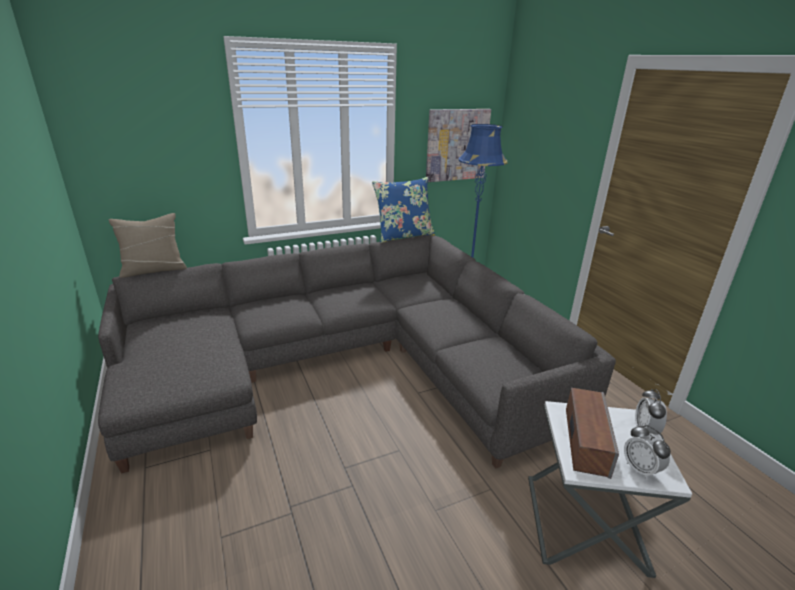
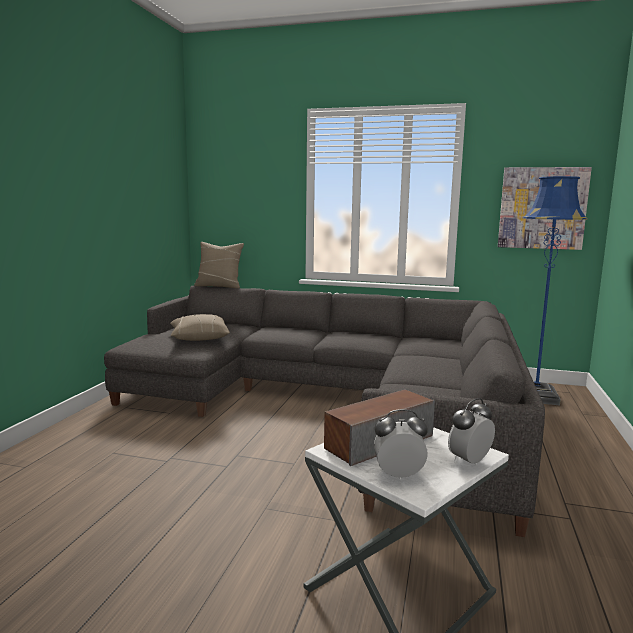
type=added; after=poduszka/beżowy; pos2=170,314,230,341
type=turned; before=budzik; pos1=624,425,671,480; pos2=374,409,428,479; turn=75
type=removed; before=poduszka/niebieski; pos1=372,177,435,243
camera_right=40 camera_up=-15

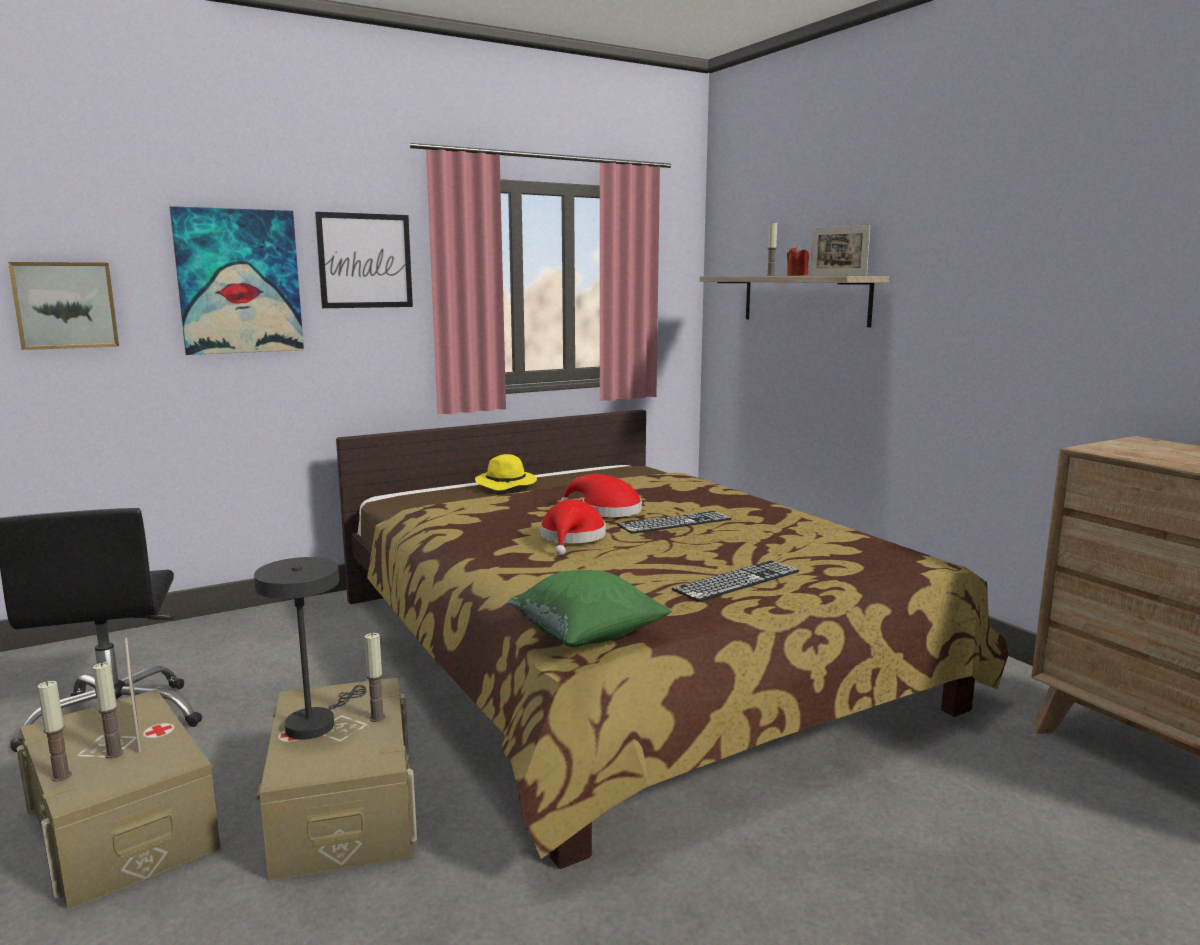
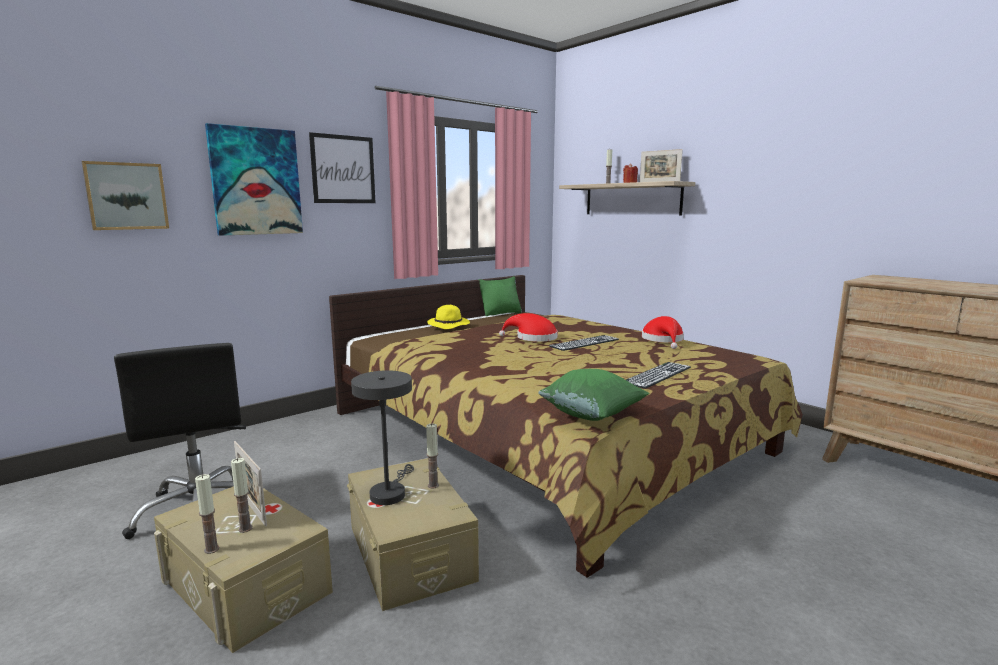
type=added; after=poduszka/zielony; pos2=478,276,522,316
type=moved; before=kapelusz/czerwony; pos1=540,499,606,556; pos2=642,316,684,349
camera_right=-10 camera_up=0

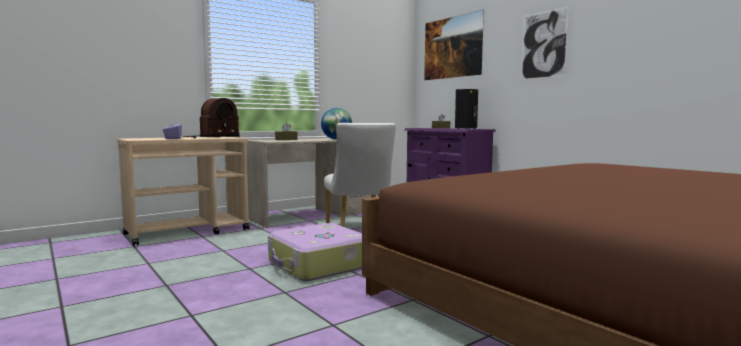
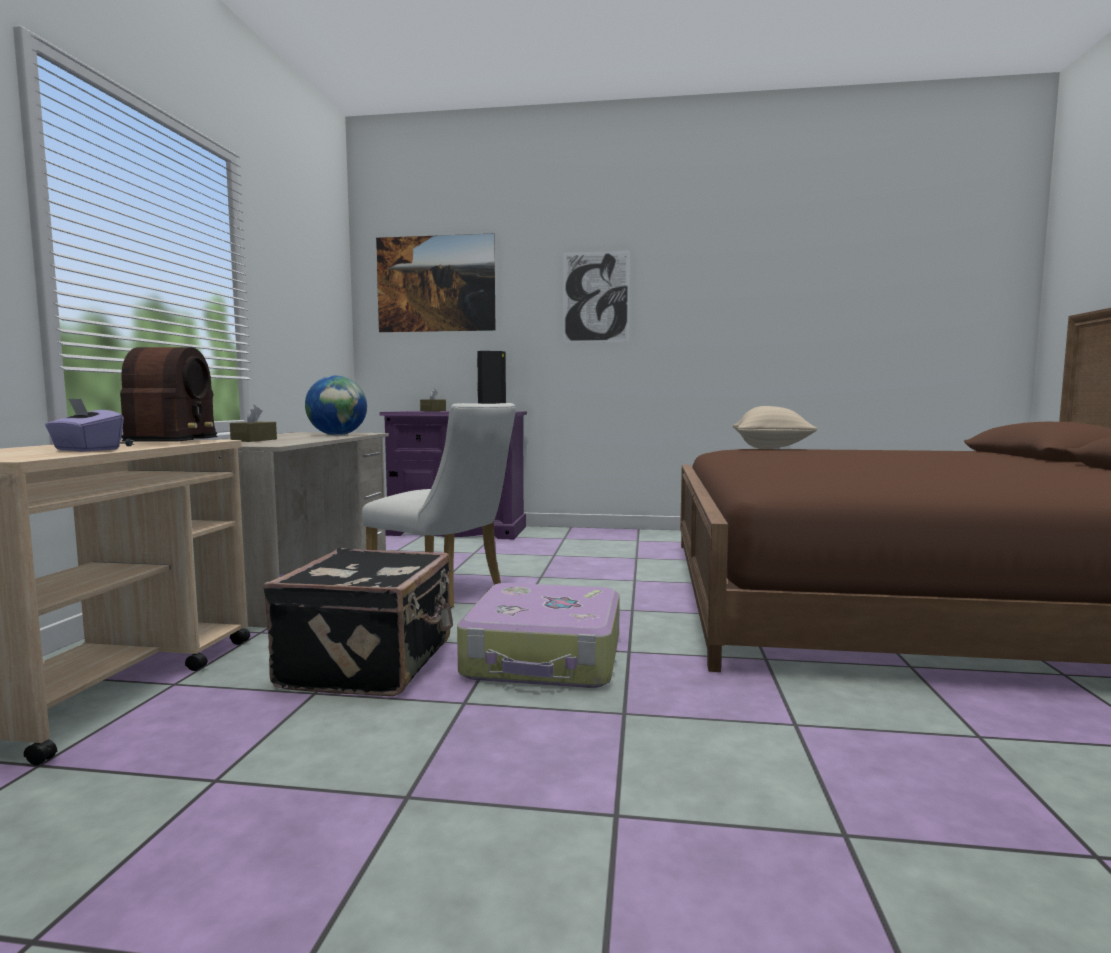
type=added; after=walizka/czarny; pos2=263,548,453,696
type=added; after=poduszka/beżowy; pos2=733,406,817,449
camera_right=-45 camera_up=0

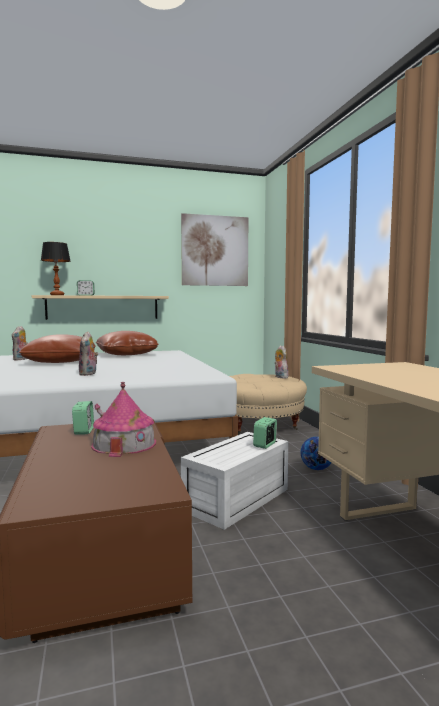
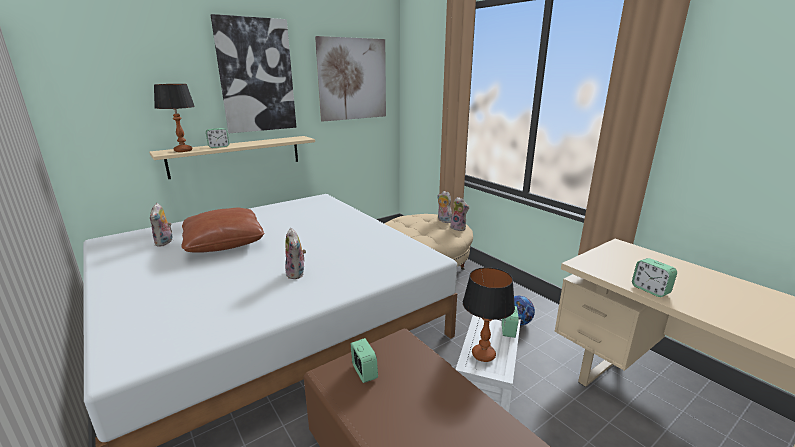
type=added; after=obraz; pos2=211,14,296,133
type=added; after=pluszak; pos2=450,197,469,231
type=added; after=lampa stołowa; pos2=463,267,515,362
type=added; after=budzik; pos2=632,258,677,297
type=removed; before=domek; pos1=91,382,156,457
type=removed; before=poduszka/brązowy; pos1=96,331,159,355
camera_right=-20 camera_up=15

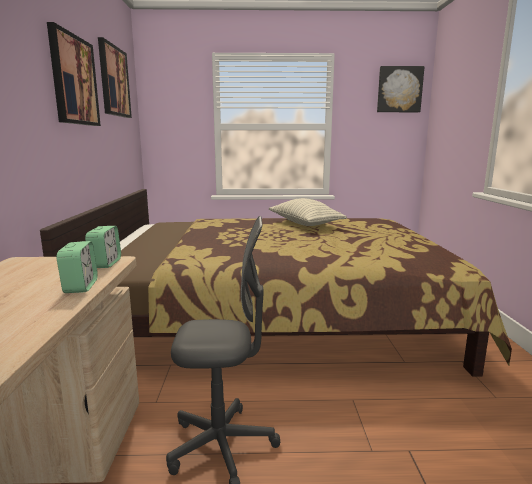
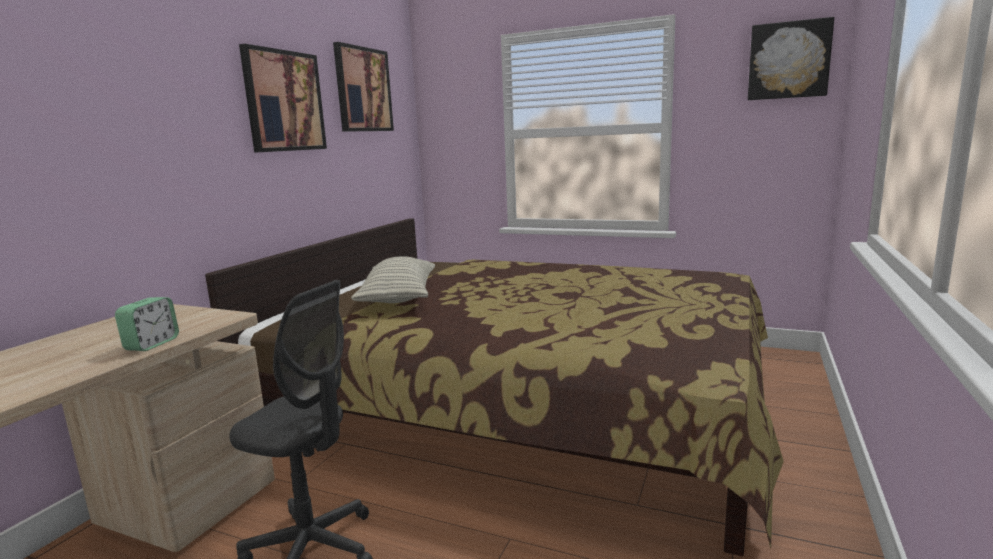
type=moved; before=poduszka; pos1=268,198,347,226; pos2=351,257,435,303
type=removed; before=budzik; pos1=85,226,121,268
camera_right=25 camera_up=0

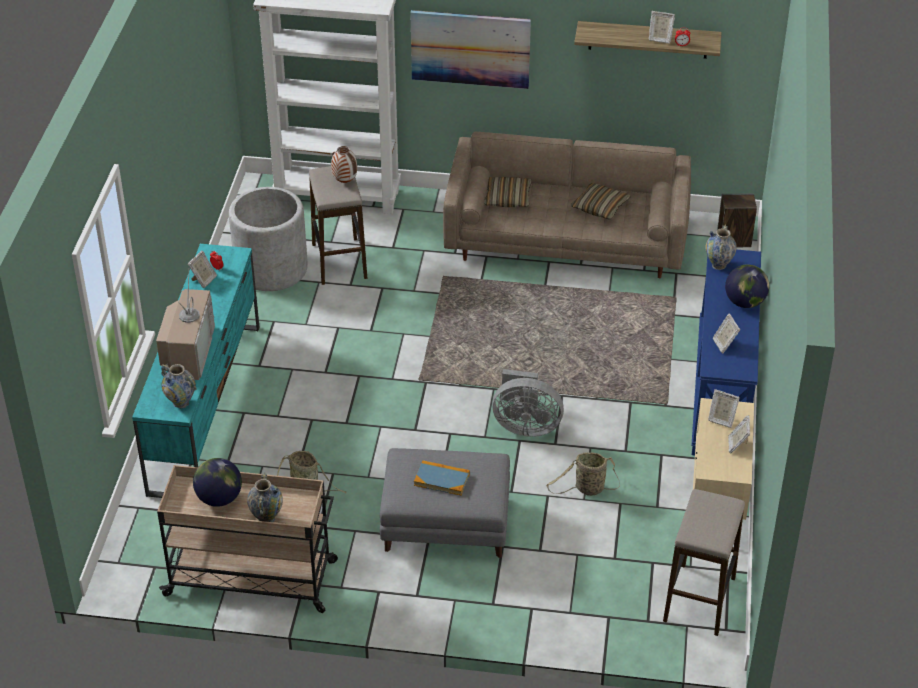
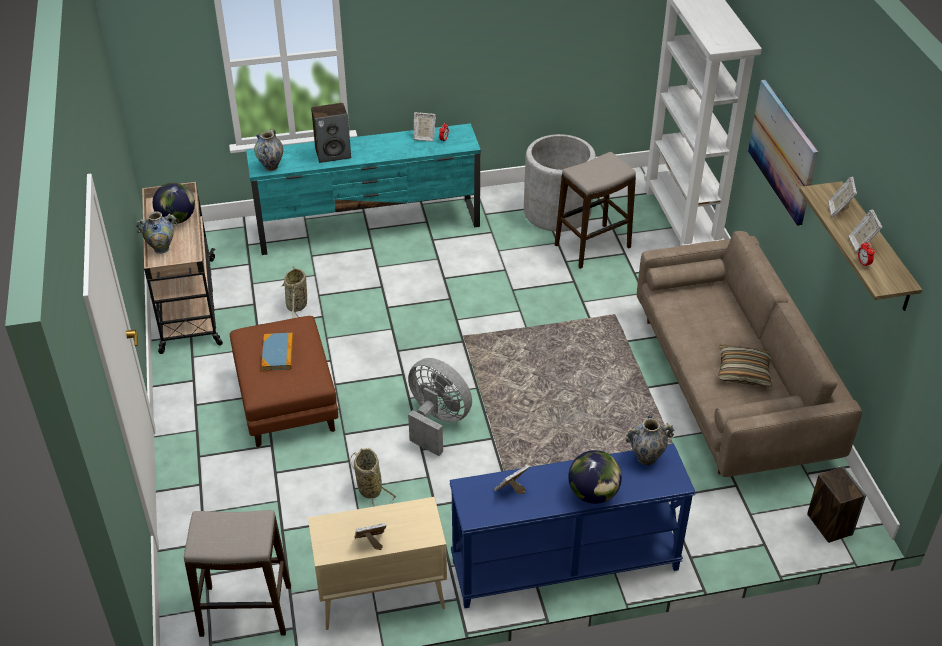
type=recoloured; before=pufa/szary; after=pufa/brązowy; pos1=380,448,510,558; pos2=230,316,338,447
type=replaced; before=telewizor; after=głośnik; pos1=156,275,215,380; pos2=311,103,351,163
type=turned; before=wentylator/szary; pos1=492,369,564,437; pos2=408,358,472,456; turn=135
type=moved; before=ramka na zdjęcie; pos1=708,389,740,428; pos2=828,177,857,217
type=removed; before=wazon; pos1=331,146,357,183
type=removed; before=poduszka; pos1=484,177,532,207
camera_right=70 camera_up=0

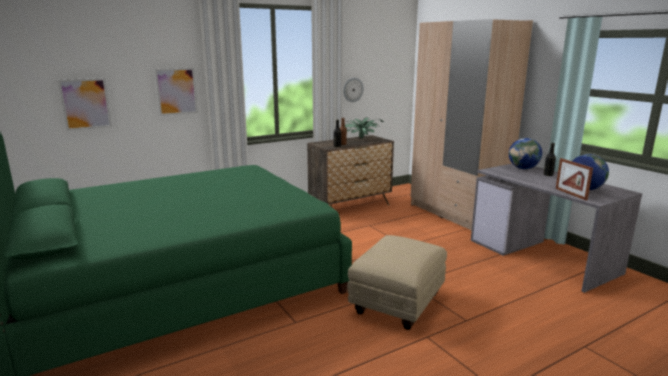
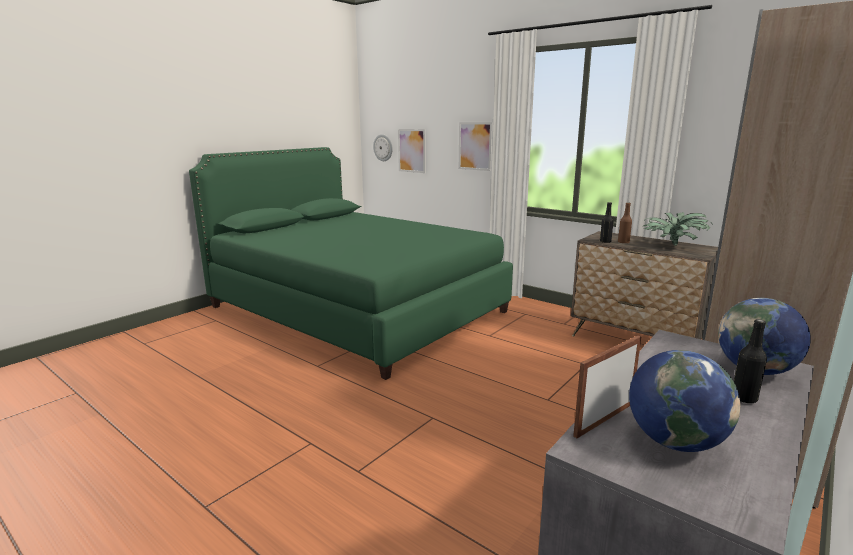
type=moved; before=zegar ścienny; pos1=343,77,364,102; pos2=373,134,393,161
type=removed; before=pufa/beżowy; pos1=347,235,447,330
camera_right=70 camera_up=0

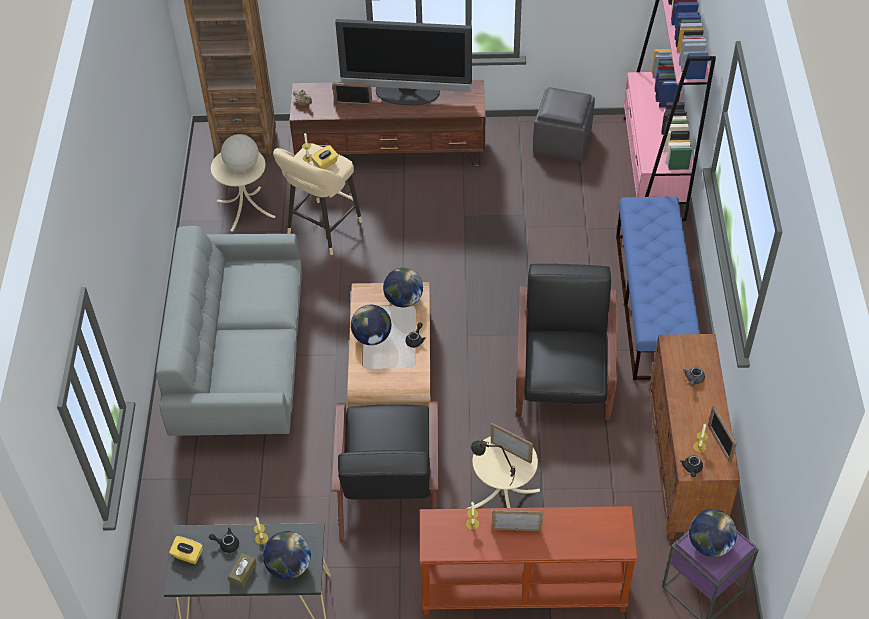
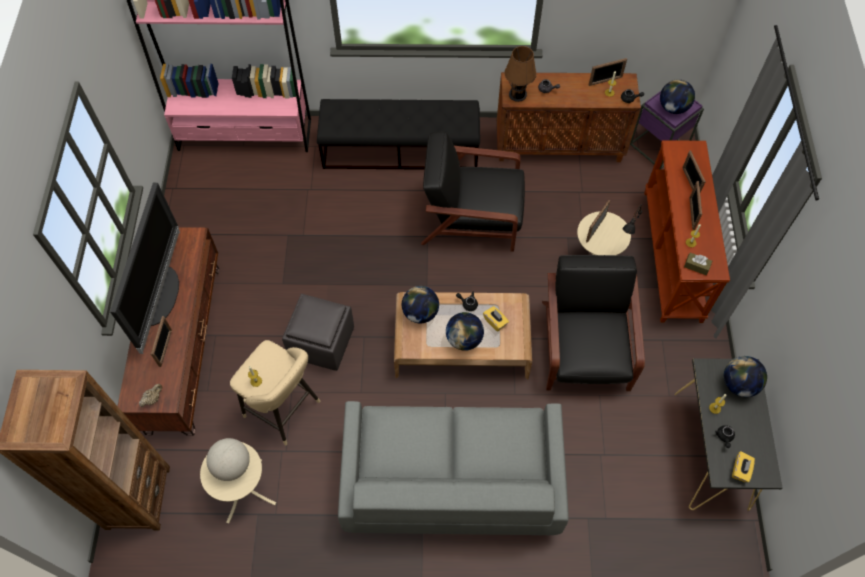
type=moved; before=pufa/szary; pos1=533,87,595,161; pos2=282,294,354,371
type=recoloured; before=ławka/niebieski; after=ławka/czarny; pos1=616,196,700,380; pos2=317,99,480,170
type=moved; before=pudełko chusteczek/żółty; pos1=311,145,339,169; pos2=483,306,509,332
type=added; after=lampa stołowa/brązowy; pos2=504,46,536,102
type=turned; before=fotel/czarny; pos1=331,401,439,540; pos2=542,255,645,391; turn=-90
type=added; after=ramka na zdjęcie; pos2=682,150,706,193
type=moved; before=pudełko chusteczek/brązowy; pos1=228,553,257,588; pos2=684,253,712,275
camera_right=-90 camera_up=10

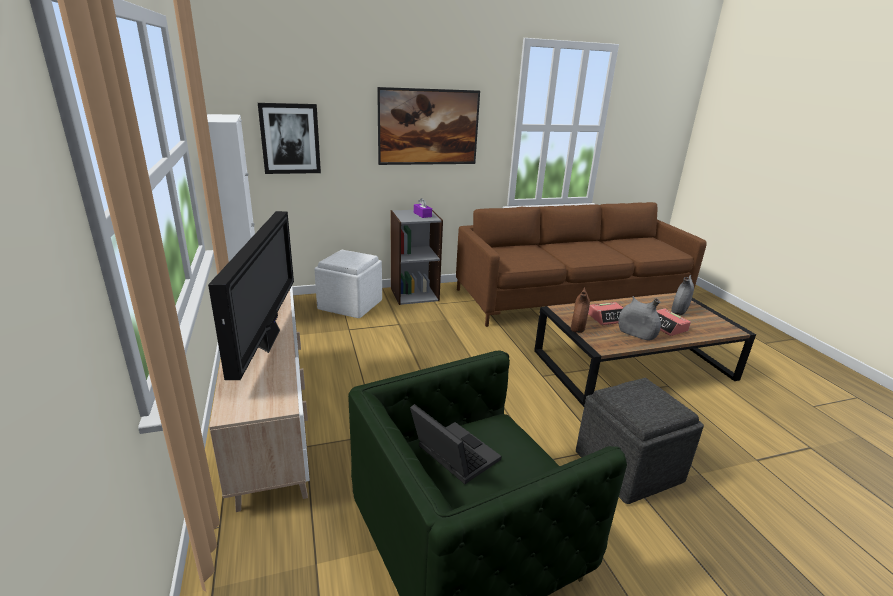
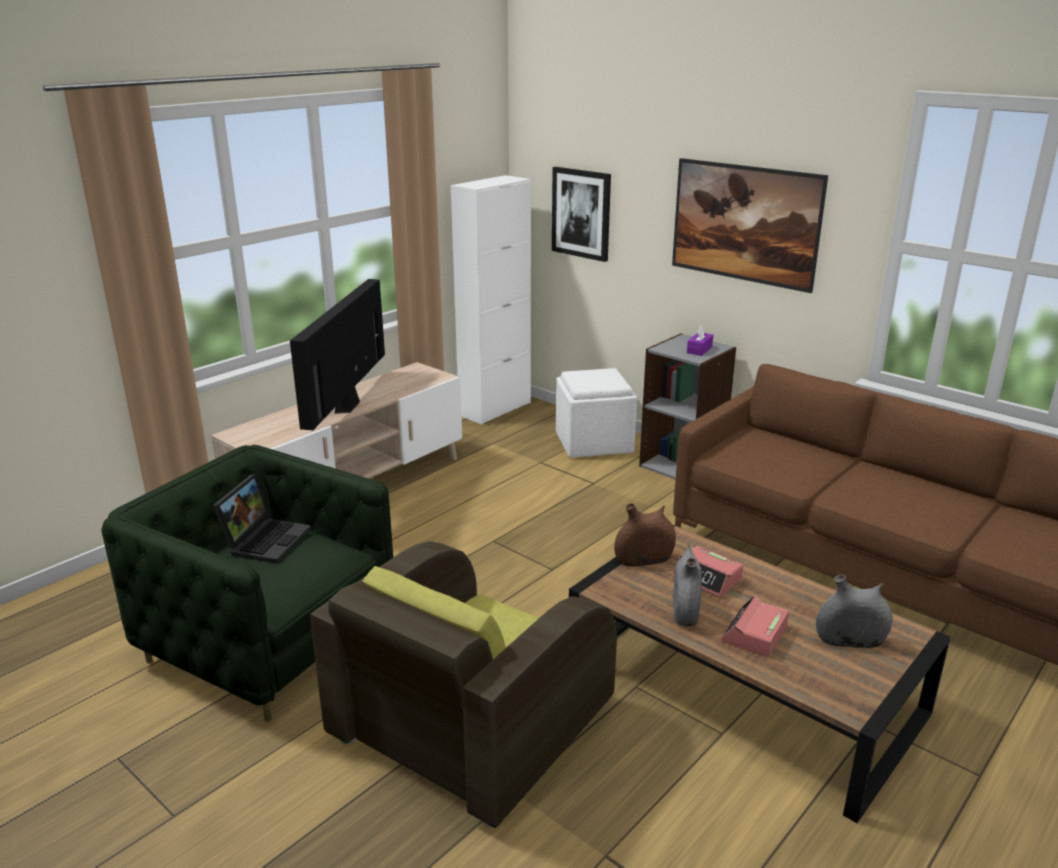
type=turned; before=telewizor; pos1=208,211,294,380; pos2=290,279,385,430; turn=135
type=replaced; before=pufa/szary; after=fotel/brązowy; pos1=576,378,704,504; pos2=310,541,617,828
camera_right=60 camera_up=0

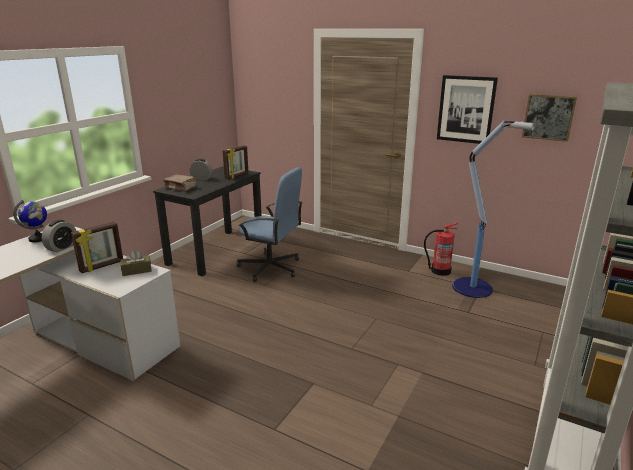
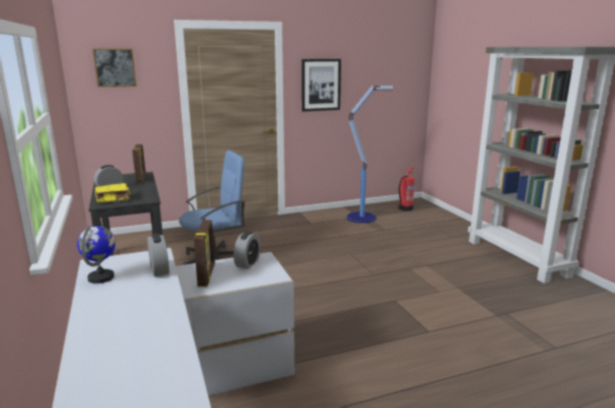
type=moved; before=obraz; pos1=522,94,577,142; pos2=93,49,137,87
type=recoloured; before=książka/brązowy; after=książka/żółty; pos1=163,175,196,192; pos2=95,183,130,203
type=replaced; before=pudełko chusteczek/brązowy; after=budzik; pos1=121,250,152,276; pos2=234,231,260,269
type=moved; before=gaśnica; pos1=424,222,458,276; pos2=398,167,415,211
camera_right=-50 camera_up=-5

